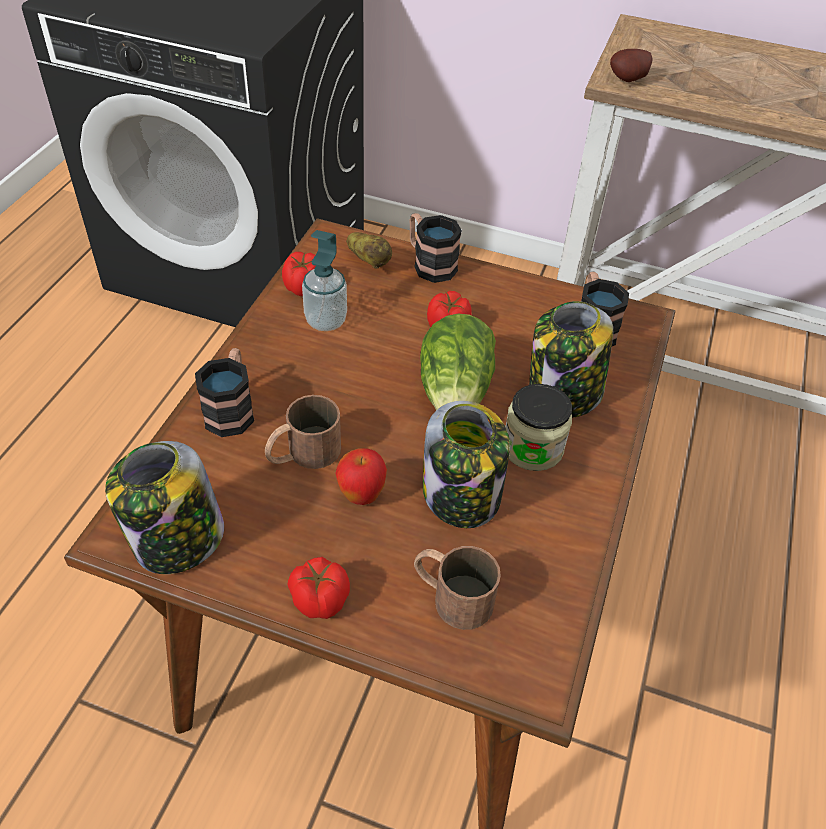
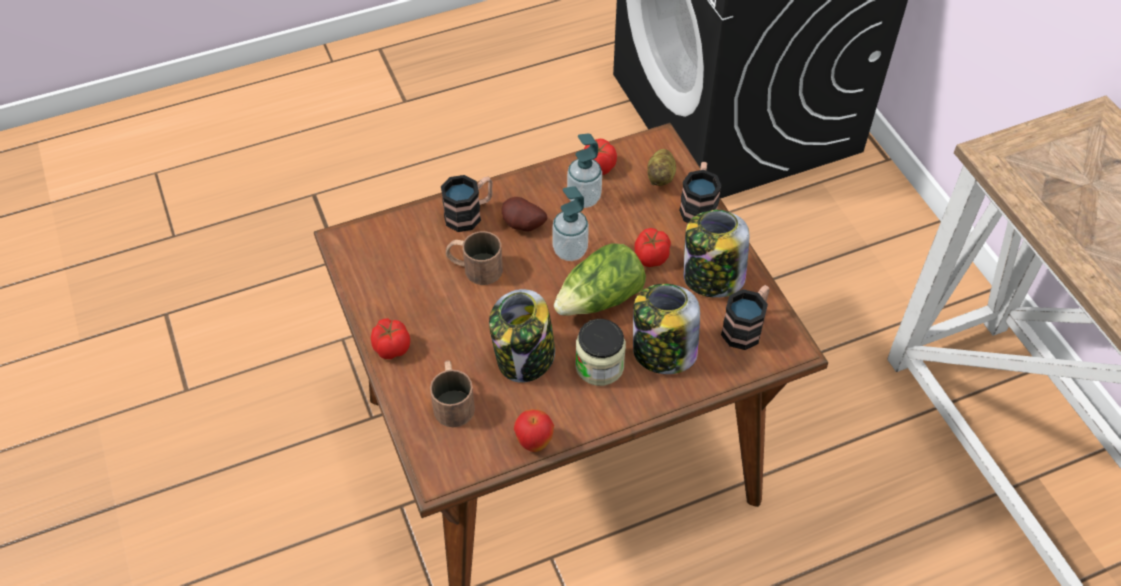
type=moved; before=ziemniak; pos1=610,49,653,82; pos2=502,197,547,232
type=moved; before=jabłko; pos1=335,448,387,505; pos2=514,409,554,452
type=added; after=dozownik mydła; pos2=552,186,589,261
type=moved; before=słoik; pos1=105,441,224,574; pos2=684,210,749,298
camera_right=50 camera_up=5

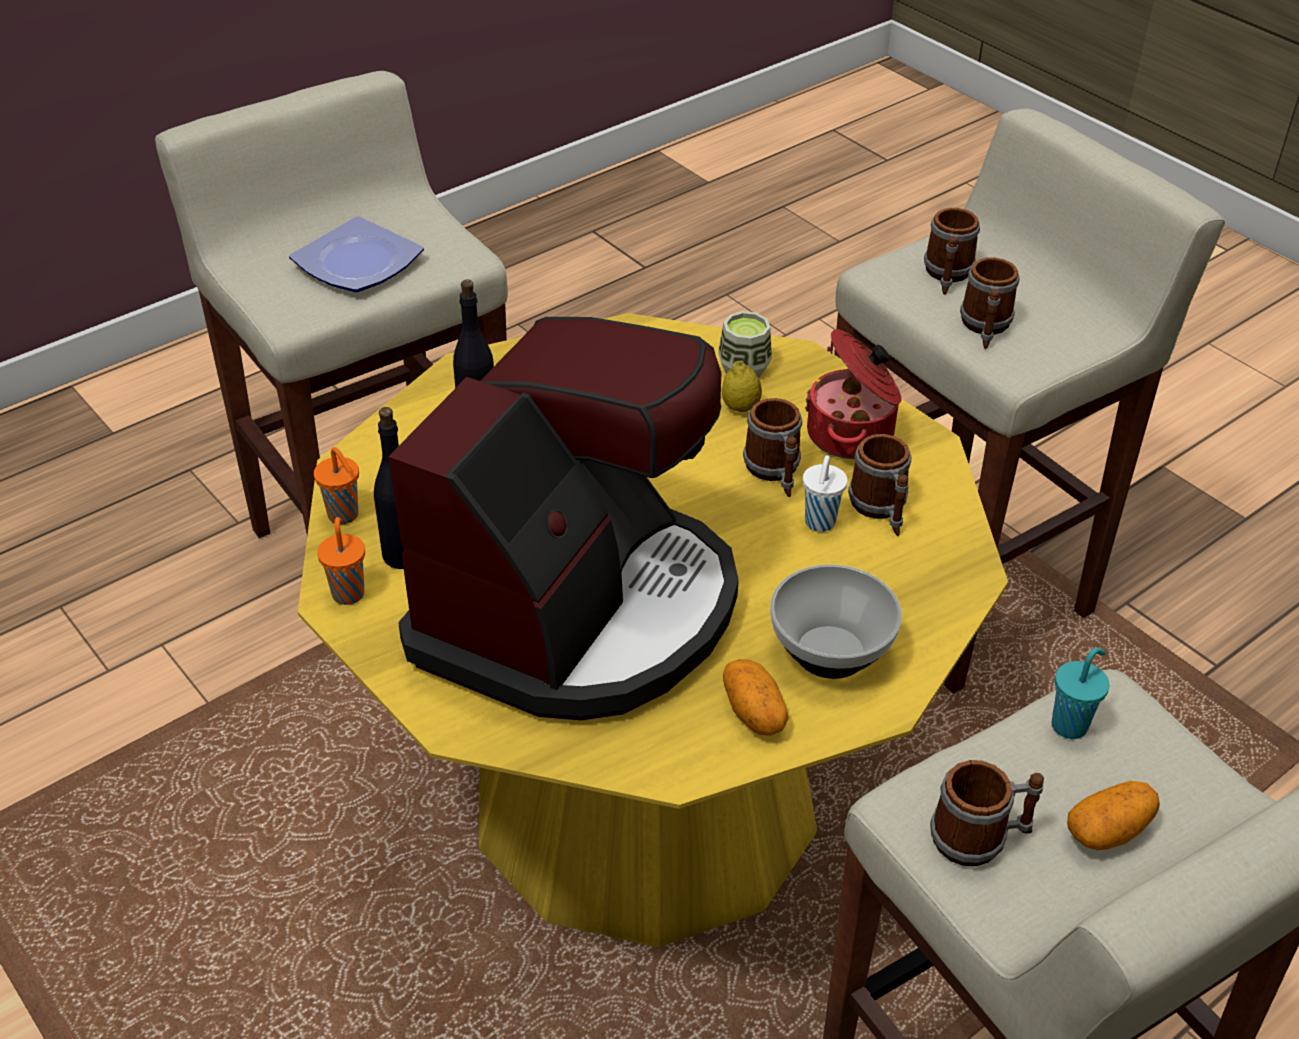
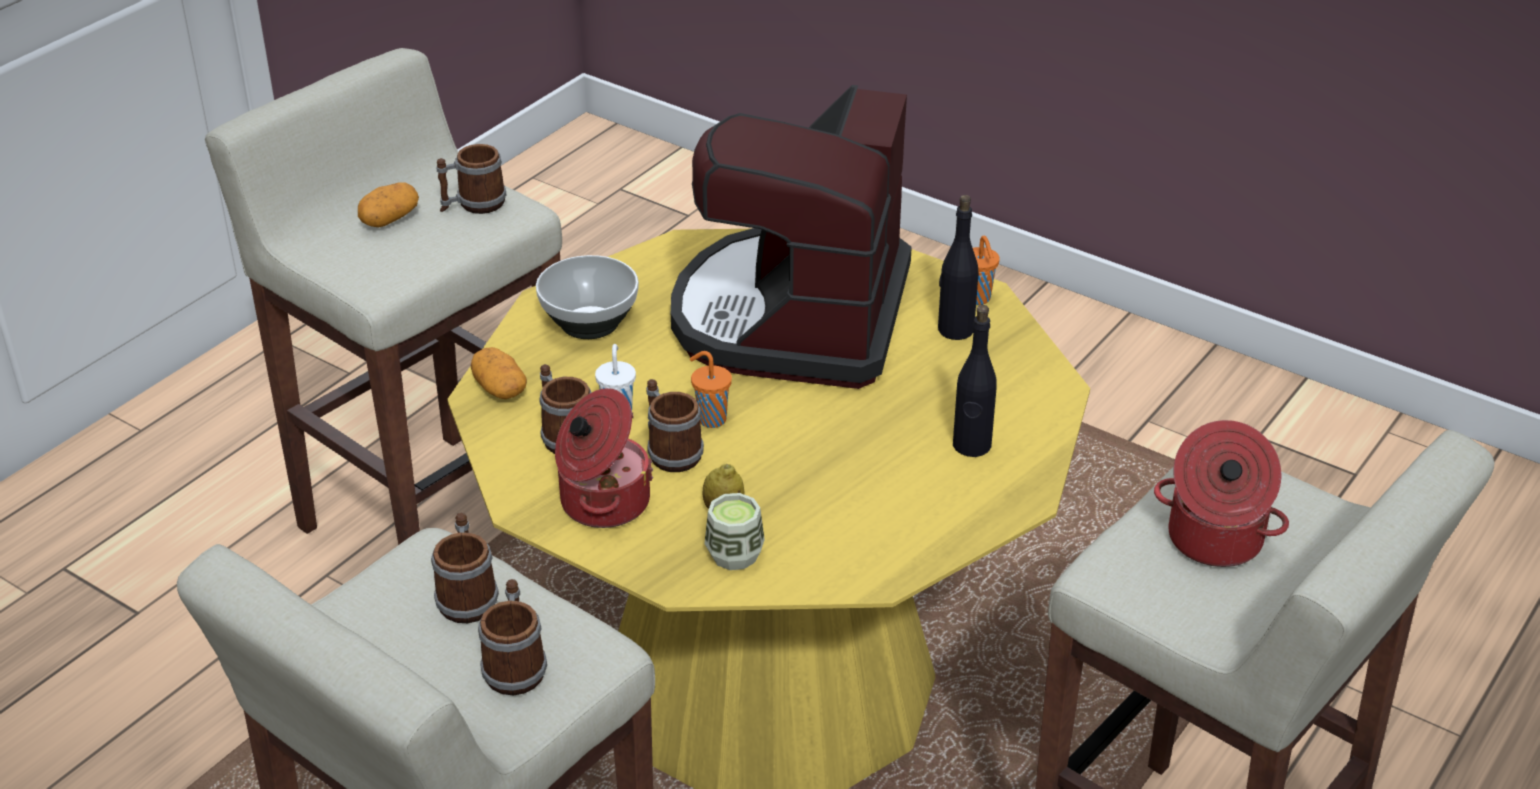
type=moved; before=ziemniak; pos1=723,659,789,736; pos2=470,347,527,399
type=moved; before=filiżanka/pomarańczowy; pos1=314,447,359,524; pos2=690,351,732,428
type=replaced; before=talerz; after=garnek; pos1=289,216,424,292; pos2=1154,420,1289,567
type=removed; before=filiżanka/turkusowy; pos1=1052,648,1110,739
camera_right=165 camera_up=-5

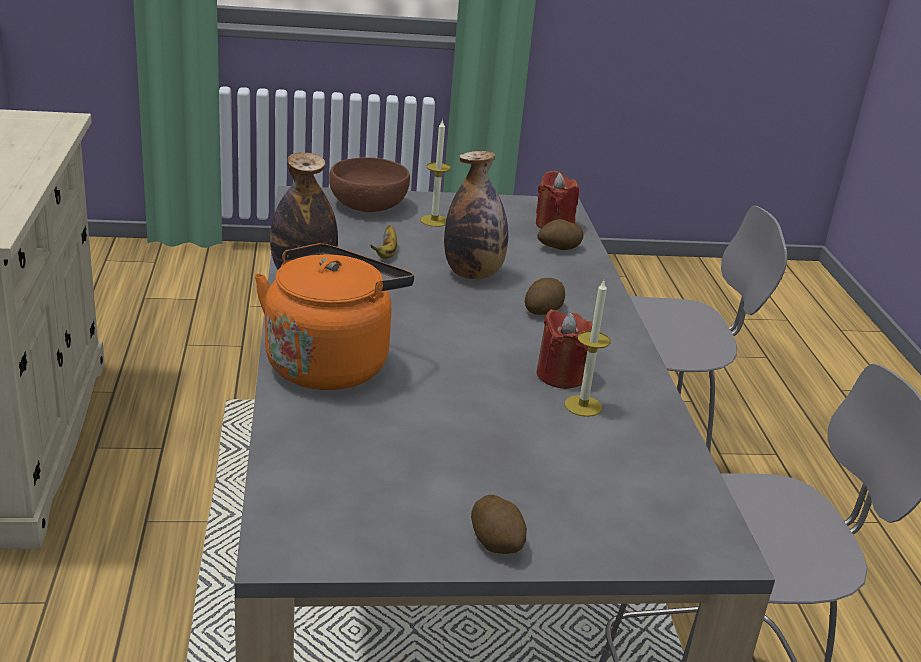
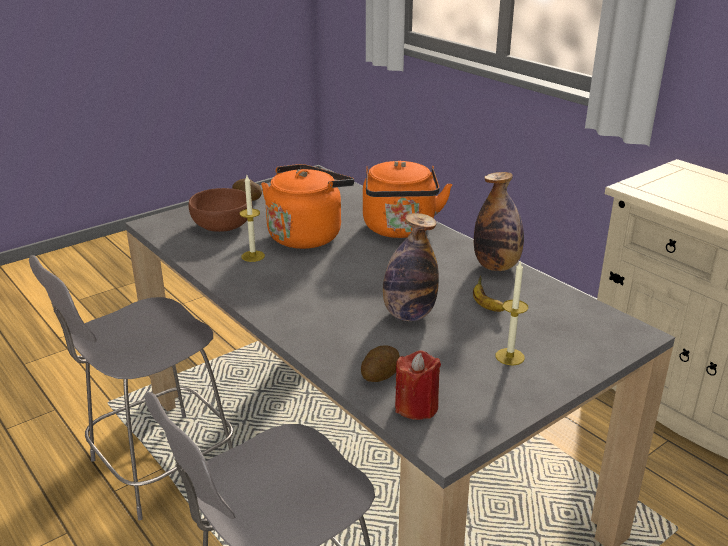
type=moved; before=miska/brązowy; pos1=329,157,410,212; pos2=188,188,252,232
type=added; after=czajnik/pomarańczowy; pos2=261,164,354,249
type=removed; before=ziemniak; pos1=525,278,565,315
type=removed; before=świeca/czerwony; pos1=537,309,593,389
camera_right=150 camera_up=0

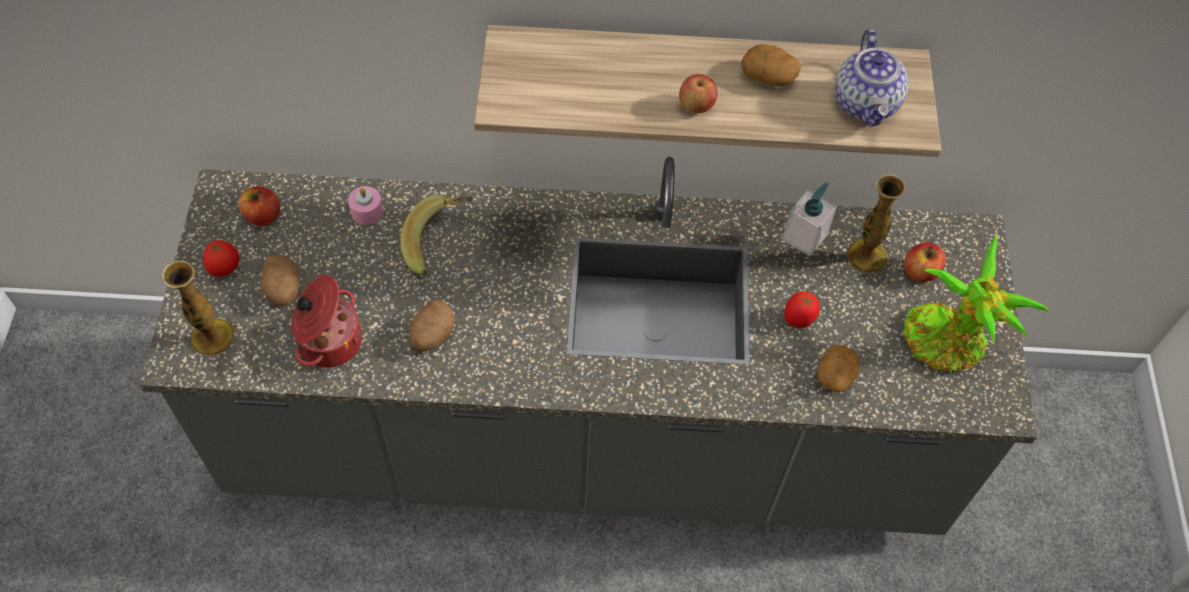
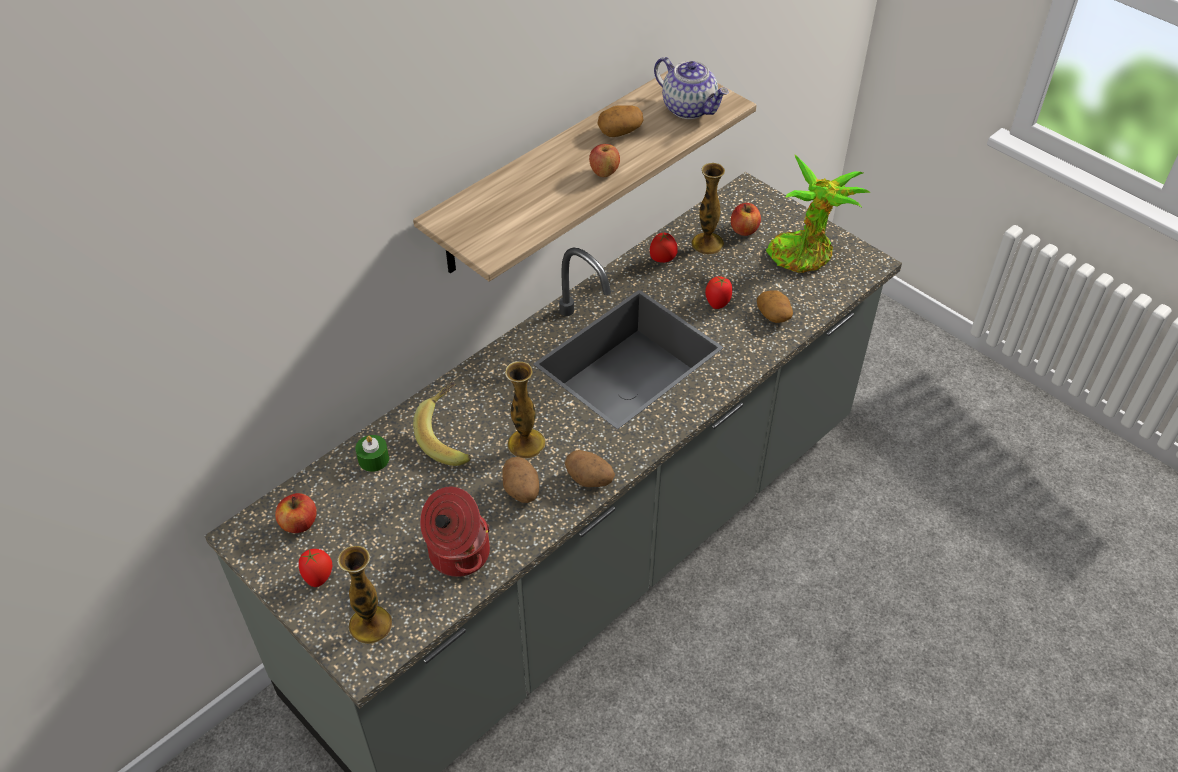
type=recoloured; before=świeca/różowy; after=świeca/zielony; pos1=348,186,383,225; pos2=355,435,389,472
type=added; after=wazon; pos2=505,361,545,459
type=moved; before=ziemniak; pos1=260,255,300,306; pos2=565,450,615,487
type=replaced; before=dozownik mydła; after=pomidor; pos1=782,182,837,256; pos2=650,233,678,263
camera_right=-45 camera_up=-10

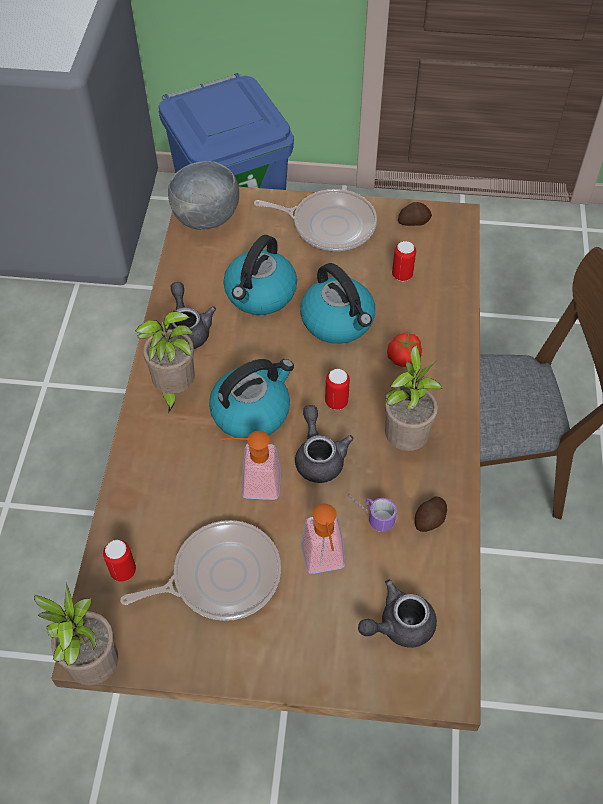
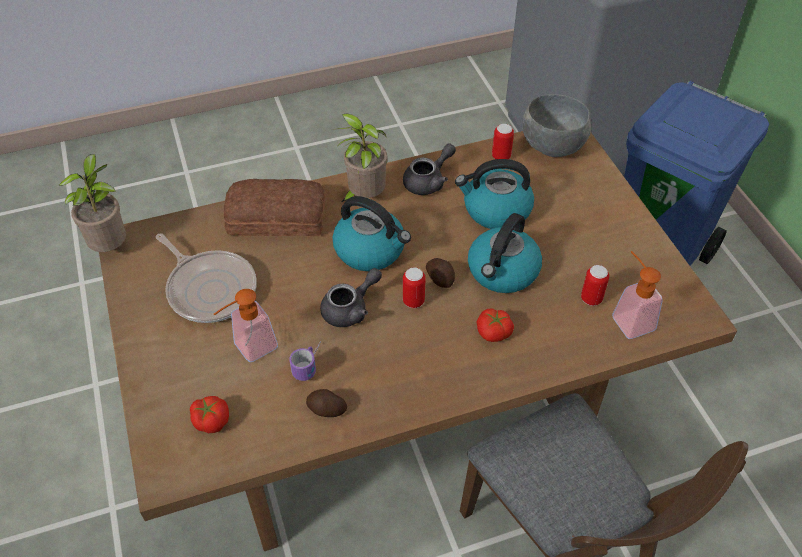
type=replaced; before=imbryk/szary; after=pomidor; pos1=358,580,437,648; pos2=190,396,229,433
type=added; after=chleb; pos2=224,179,325,236
type=moved; before=ziemniak; pos1=398,202,432,226; pos2=426,258,455,288
type=moved; before=puszka; pos1=103,540,136,582; pos2=492,124,514,160
type=moved; before=dozownik mydła; pos1=220,430,281,500; pos2=612,251,663,339
type=removed; before=patelnia; pos1=254,189,377,251
type=removed; before=roślina doniczkowa; pos1=385,346,443,451
camera_right=65 camera_up=-5

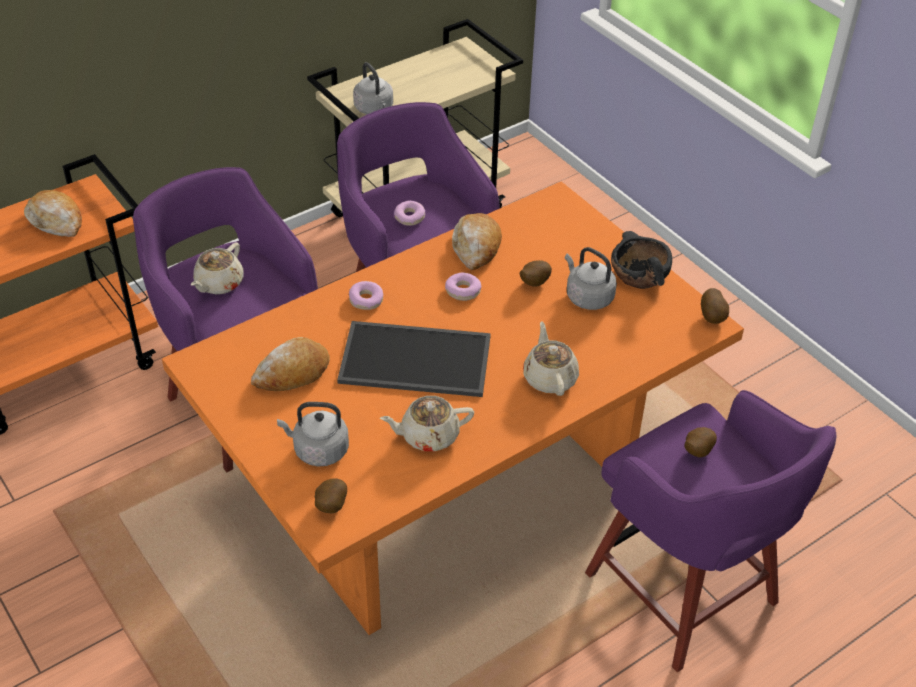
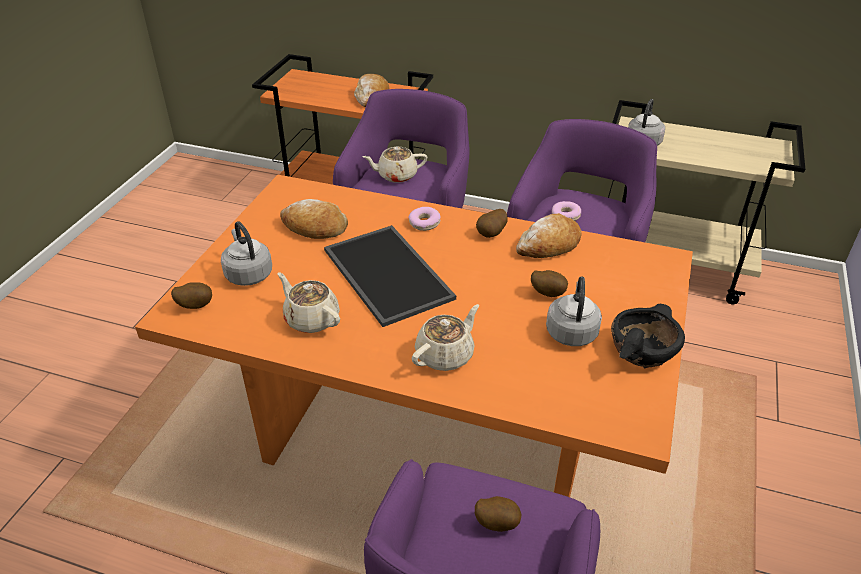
type=moved; before=ziemniak; pos1=701,288,729,324; pos2=476,209,508,238
type=removed; before=donut; pos1=445,273,481,301
camera_right=55 camera_up=-5

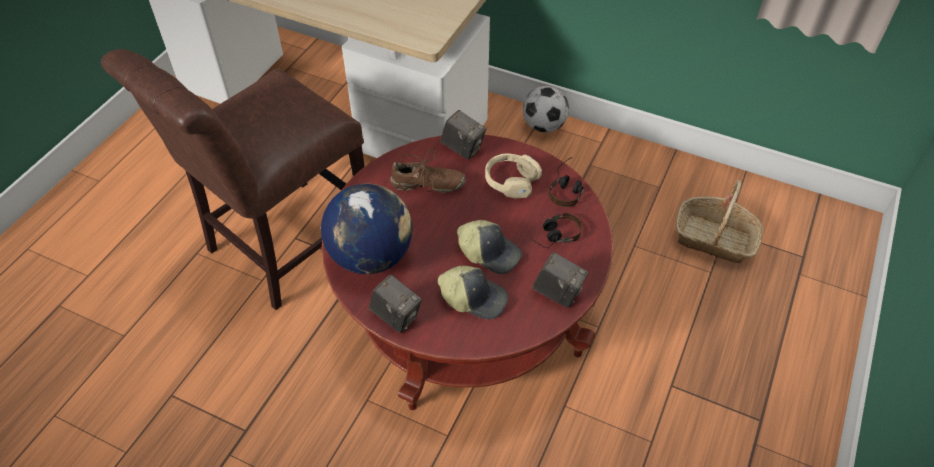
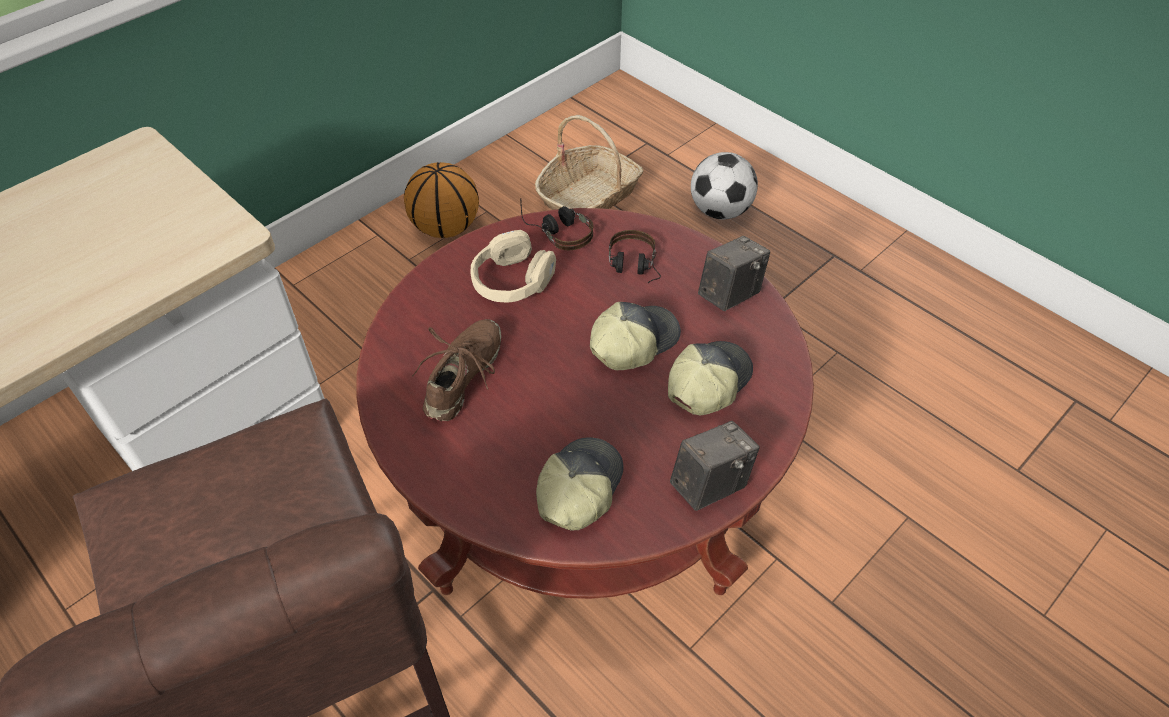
type=added; after=piłka do koszykówki; pos2=404,162,479,238
type=replaced; before=globus; after=czapka z daszkiem; pos1=321,183,412,274; pos2=536,437,624,531
type=moved; before=piłka futbolowa; pos1=523,86,569,133; pos2=691,152,758,220
type=removed; before=aparat fotograficzny; pos1=440,110,486,160
camera_right=-70 camera_up=0

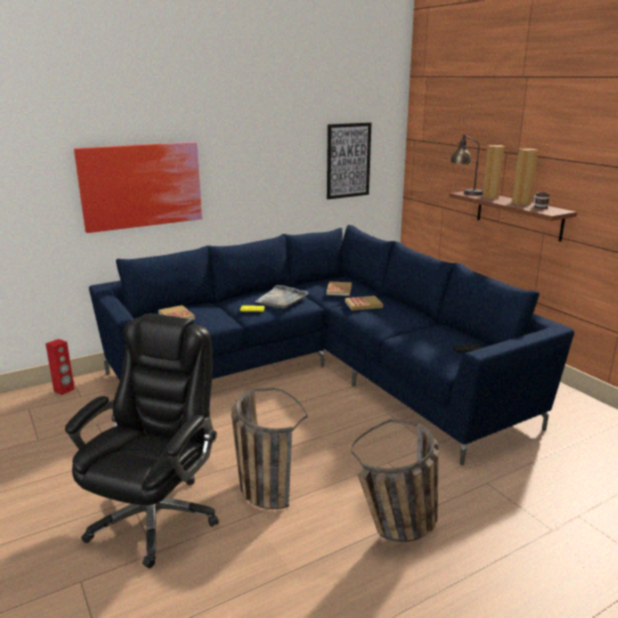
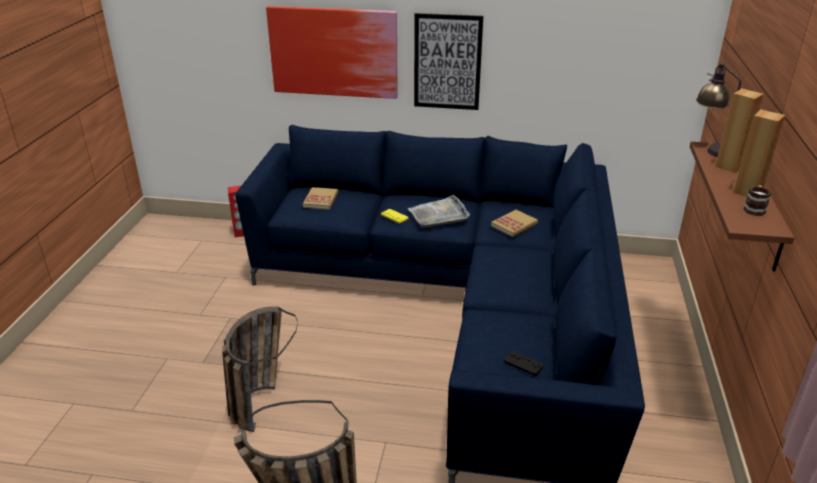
type=moved; before=obraz; pos1=327,122,372,199; pos2=414,13,483,110
type=removed; before=krzesło biurowe/czarny; pos1=65,314,219,568
type=removed; before=książka; pos1=345,296,383,310
camera_right=40 camera_up=10

